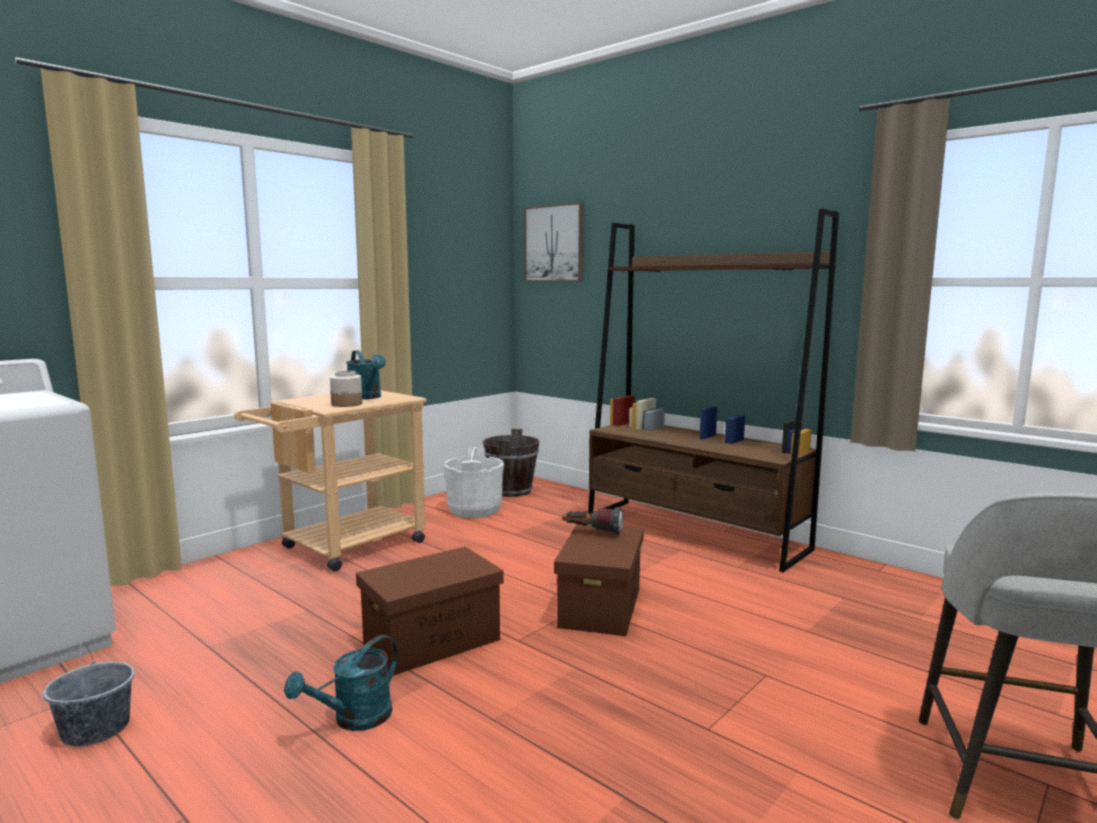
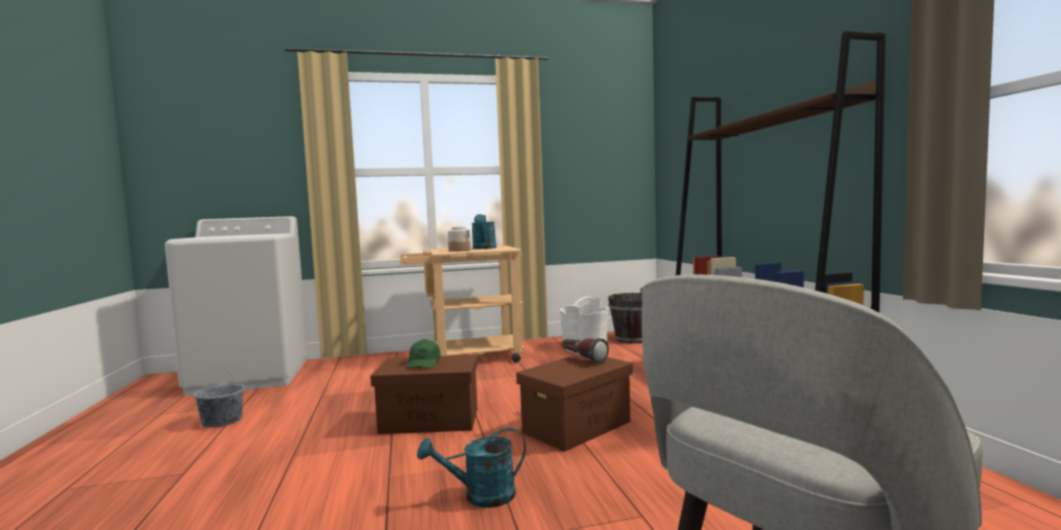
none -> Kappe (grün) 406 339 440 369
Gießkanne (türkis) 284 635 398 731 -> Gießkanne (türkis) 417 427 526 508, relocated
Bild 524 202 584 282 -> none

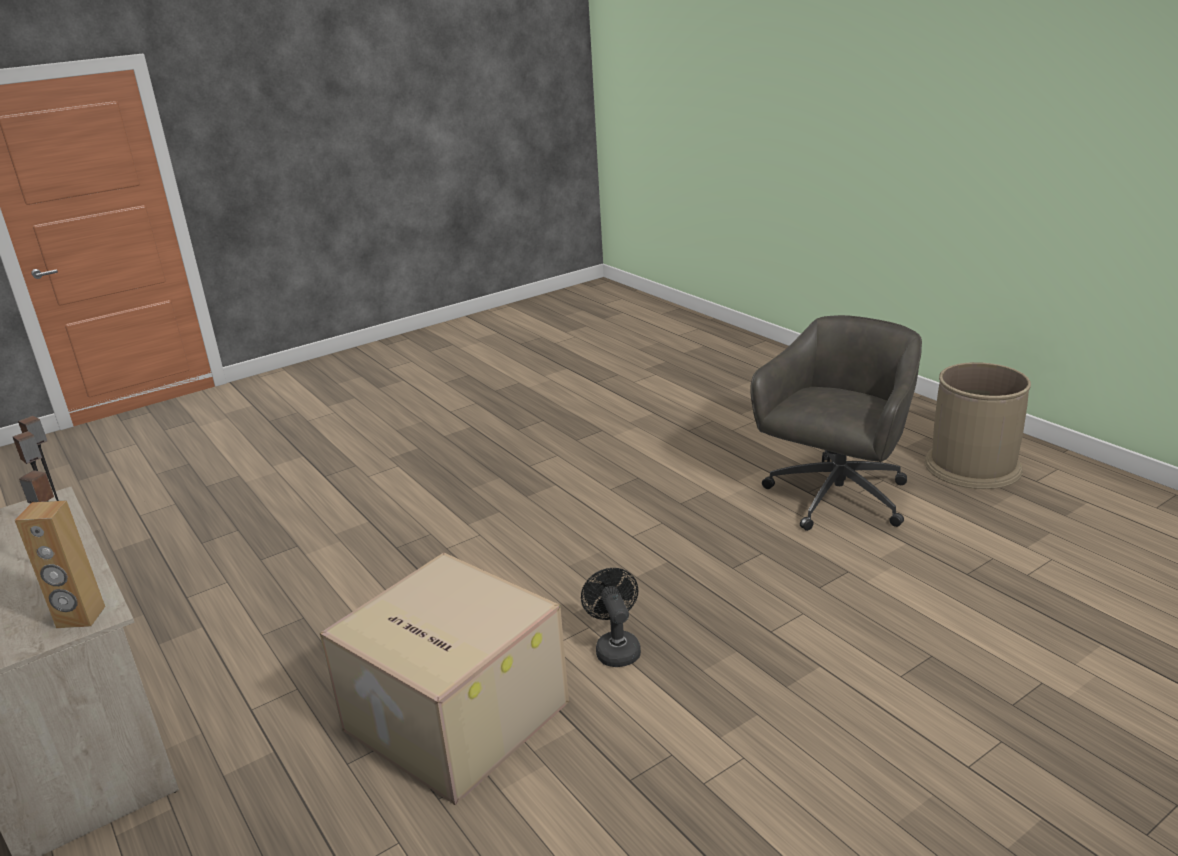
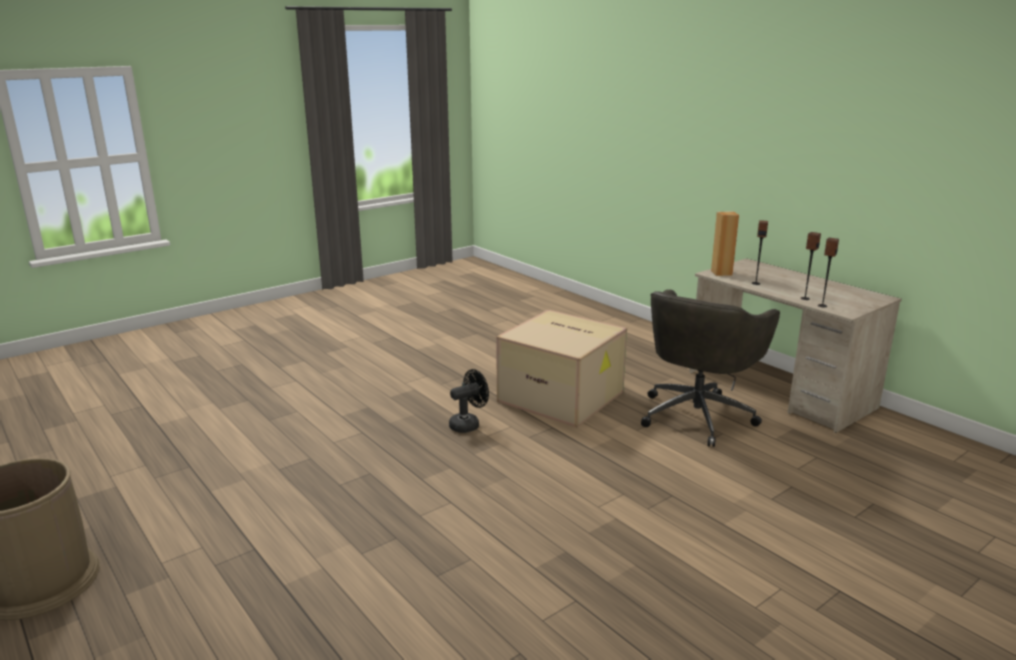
Ventilator (schwarz) 581 568 641 667 -> Ventilator (schwarz) 449 369 489 433, 105 degrees counterclockwise
Bürostuhl (grau) 750 315 922 531 -> Bürostuhl (grau) 641 289 780 447, relocated

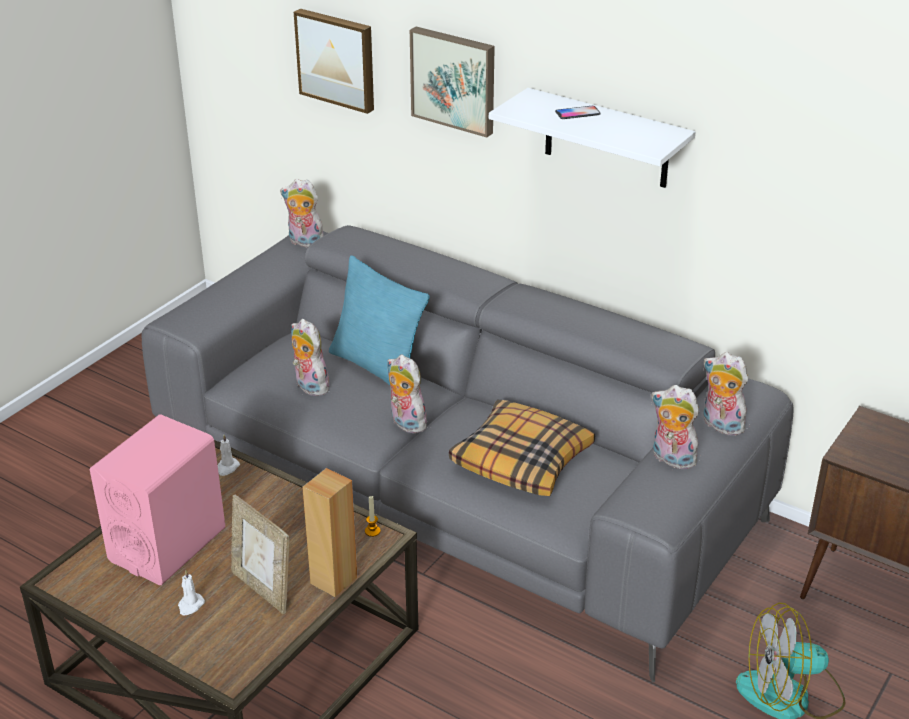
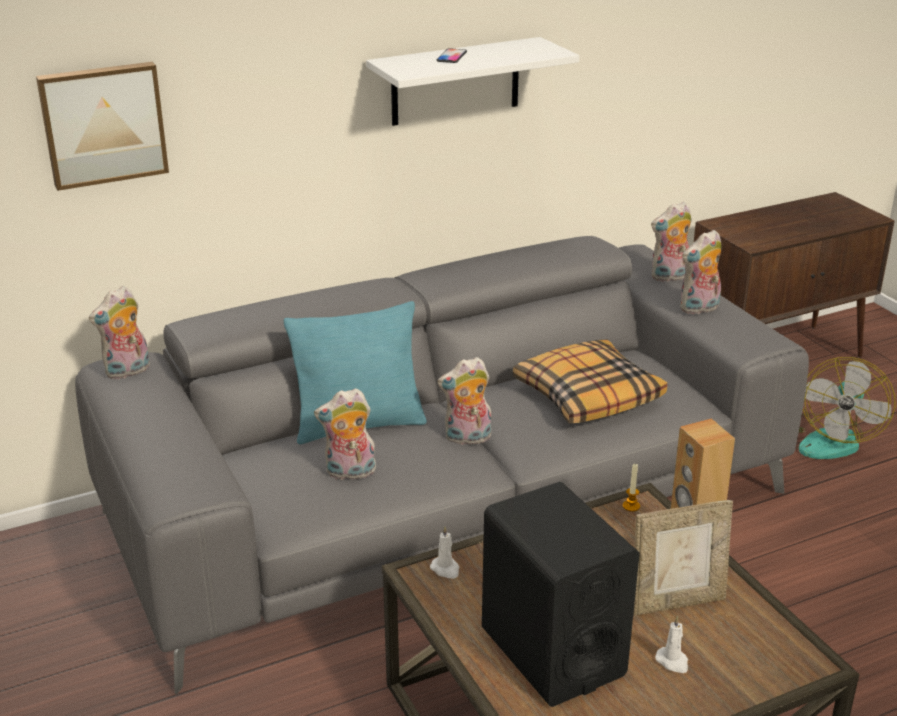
Lautsprecher (rosa) 90 414 226 585 -> Lautsprecher (schwarz) 482 482 640 707
Bild 410 27 495 137 -> none

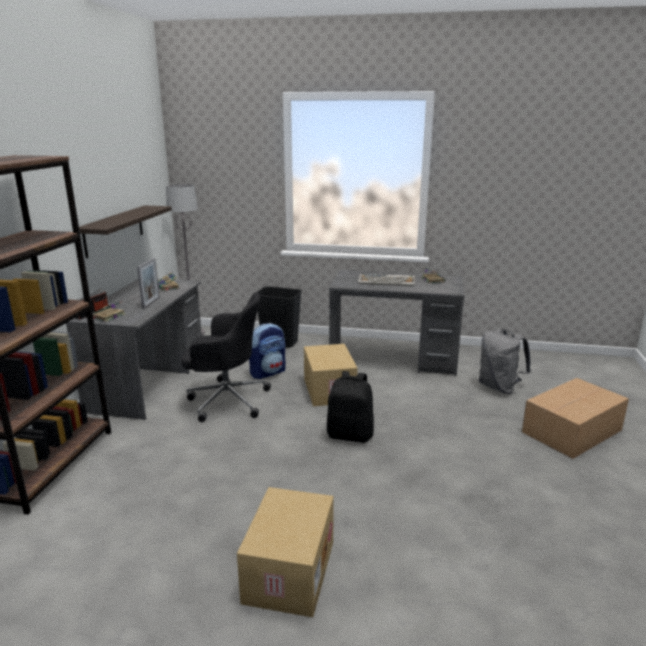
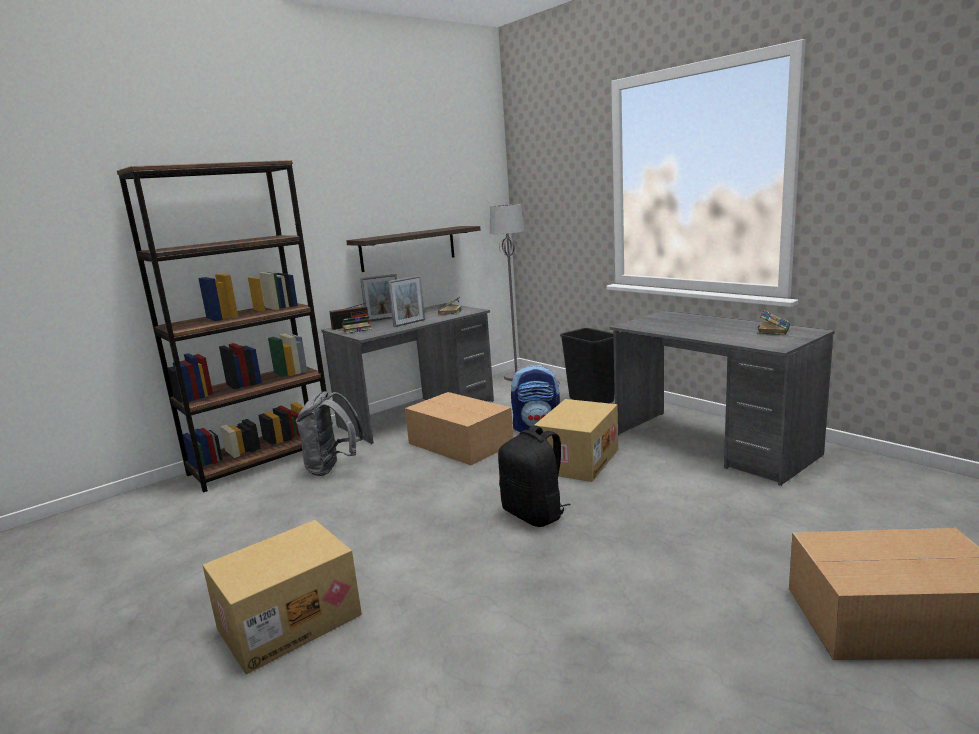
Rucksack (grau) 479 329 531 394 -> Rucksack (grau) 296 391 365 476, relocated
none -> Bilderrahmen 360 274 397 321
Bürostuhl (schwarz) 181 292 271 422 -> Karton 405 392 513 465
Tastatur 358 274 415 287 -> none

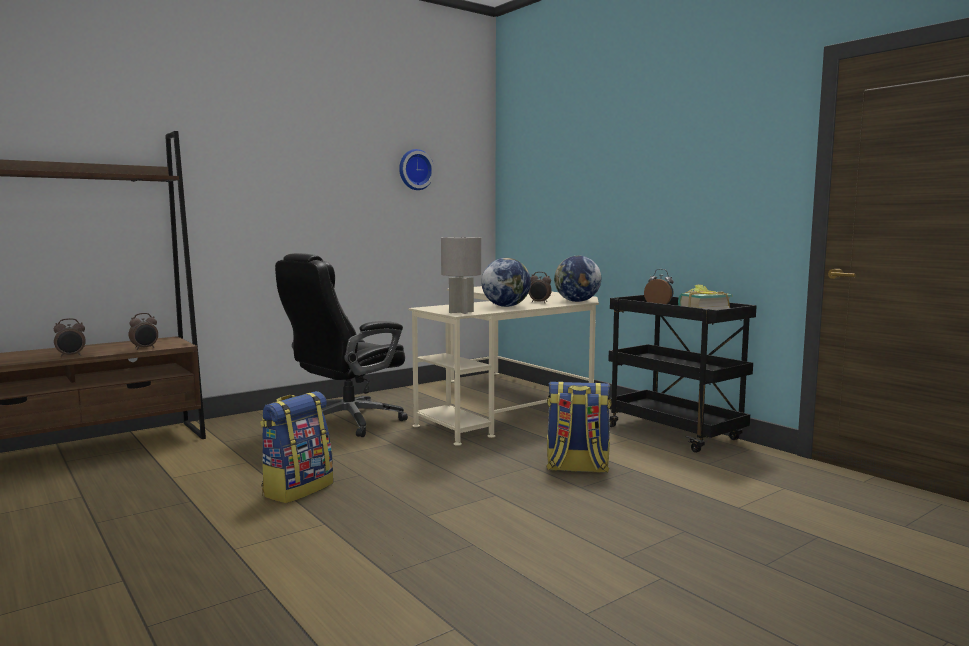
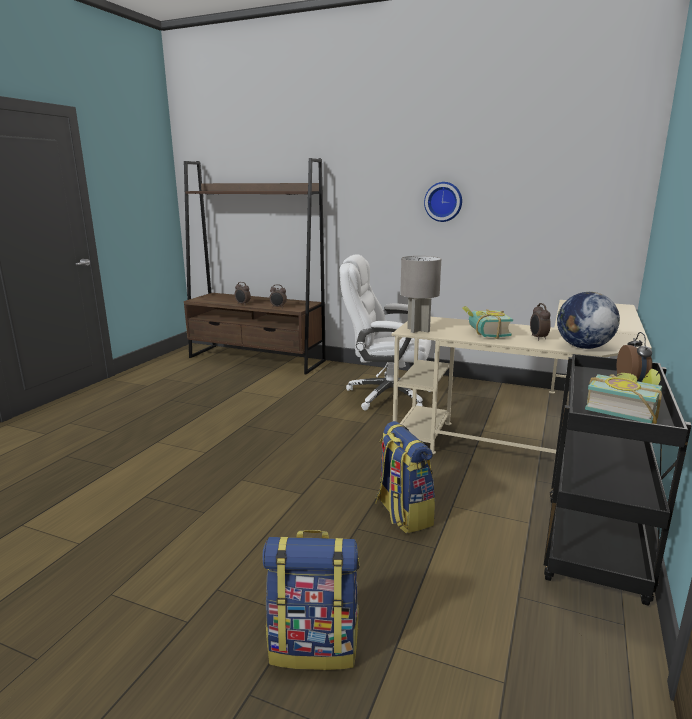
Rucksack 260 391 333 503 -> Rucksack 262 530 359 670, relocated
Bürostuhl (schwarz) 275 253 408 437 -> Bürostuhl (weiß) 340 254 431 410
Wanduhr 399 149 434 190 -> Wanduhr 424 182 462 222, relocated
Globus 481 258 531 307 -> Buch 462 306 513 339

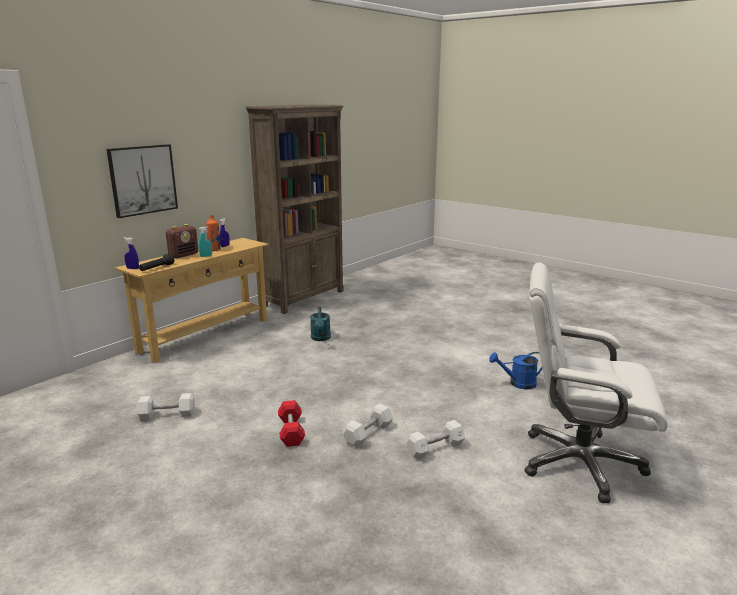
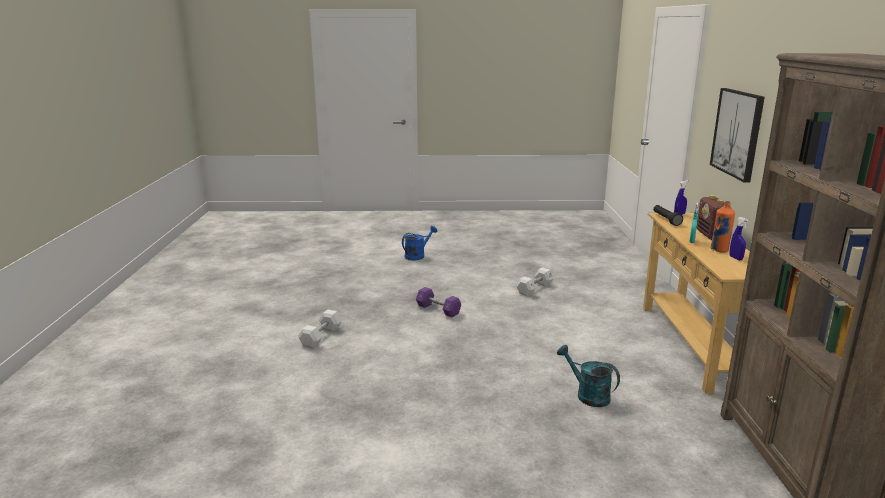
Gießkanne (blau) 489 352 543 389 -> Gießkanne (blau) 402 226 437 260, relocated
Hantel (rot) 278 400 305 447 -> Hantel (lila) 416 287 461 317
Hantel (weiß) 342 403 393 447 -> none
Bürostuhl (weiß) 525 262 668 503 -> none

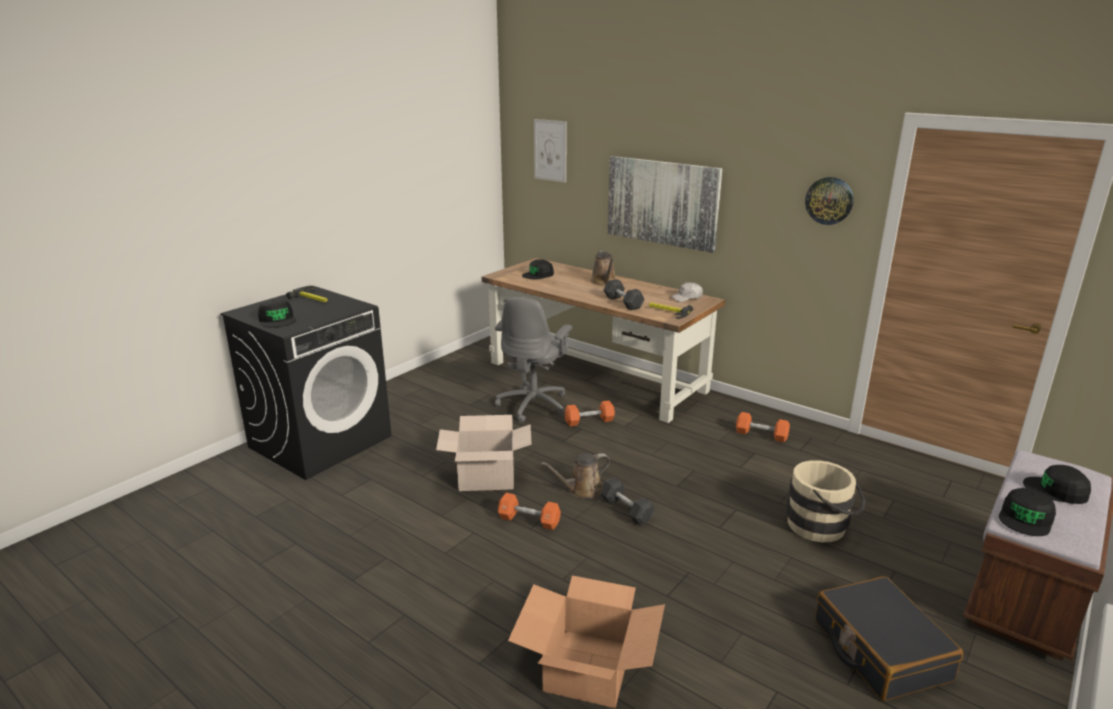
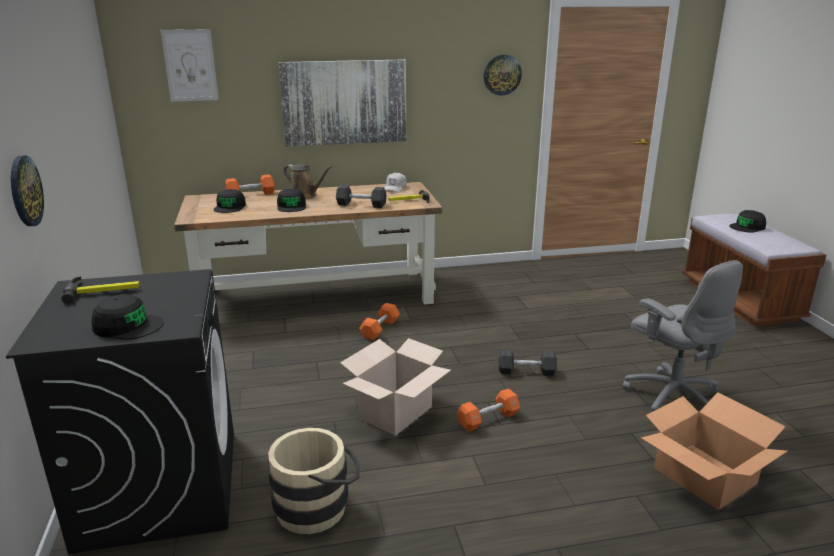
none -> Wanduhr 11 155 44 226
Hantel (orange) 736 412 790 442 -> Hantel (orange) 225 174 275 194, relocated
Eimer (beige) 786 460 866 542 -> Eimer (beige) 268 428 360 534, relocated
Kappe (schwarz) 999 488 1056 536 -> Kappe (schwarz) 277 189 306 212, relocated
Bürostuhl (grau) 495 297 572 423 -> Bürostuhl (grau) 623 260 743 413, relocated
Gießkanne (braun) 541 453 610 498 -> none
Koffer (schwarz) 815 576 963 701 -> none

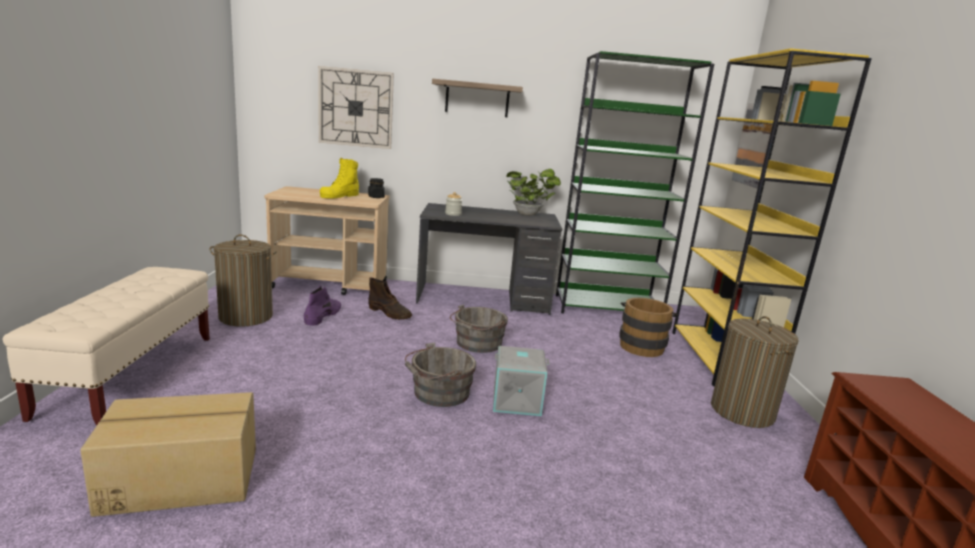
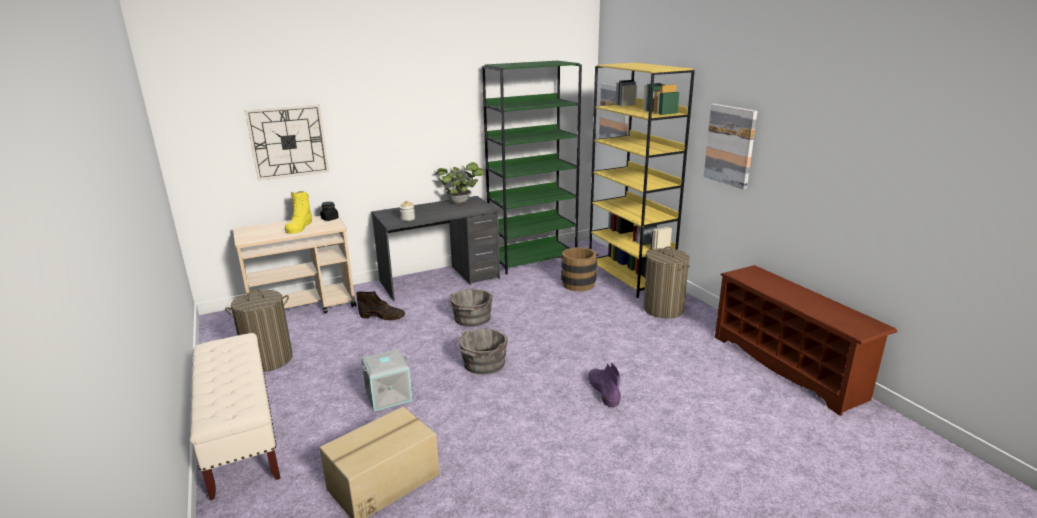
Aufbewahrungsbox (grau) 493 346 550 416 -> Aufbewahrungsbox (grau) 361 349 413 411, relocated
Stiefel (lila) 304 286 341 326 -> Stiefel (lila) 588 363 621 407, relocated
none -> Bild 704 104 757 189
Wandregal 432 79 523 117 -> none

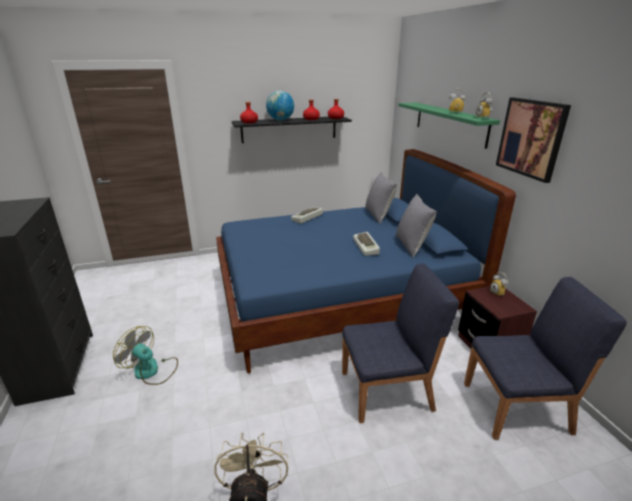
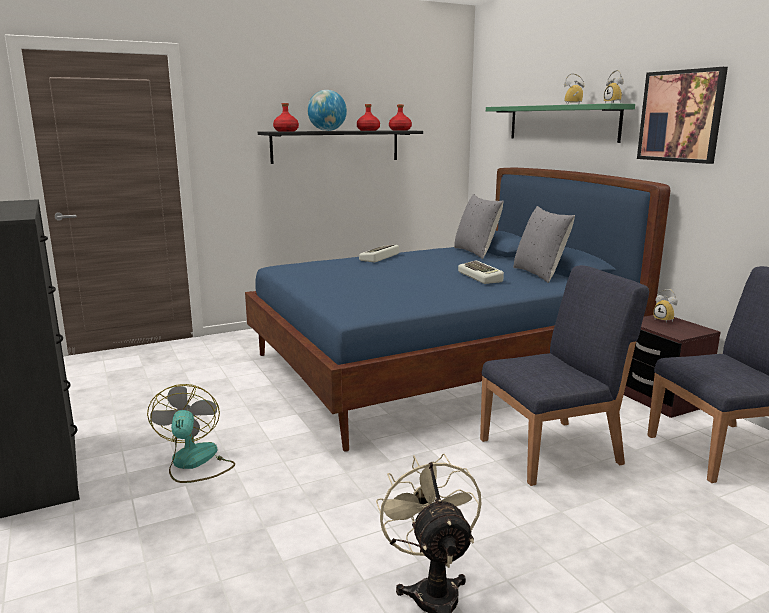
Ventilator 113 326 178 385 -> Ventilator 147 384 235 483, 60 degrees clockwise

